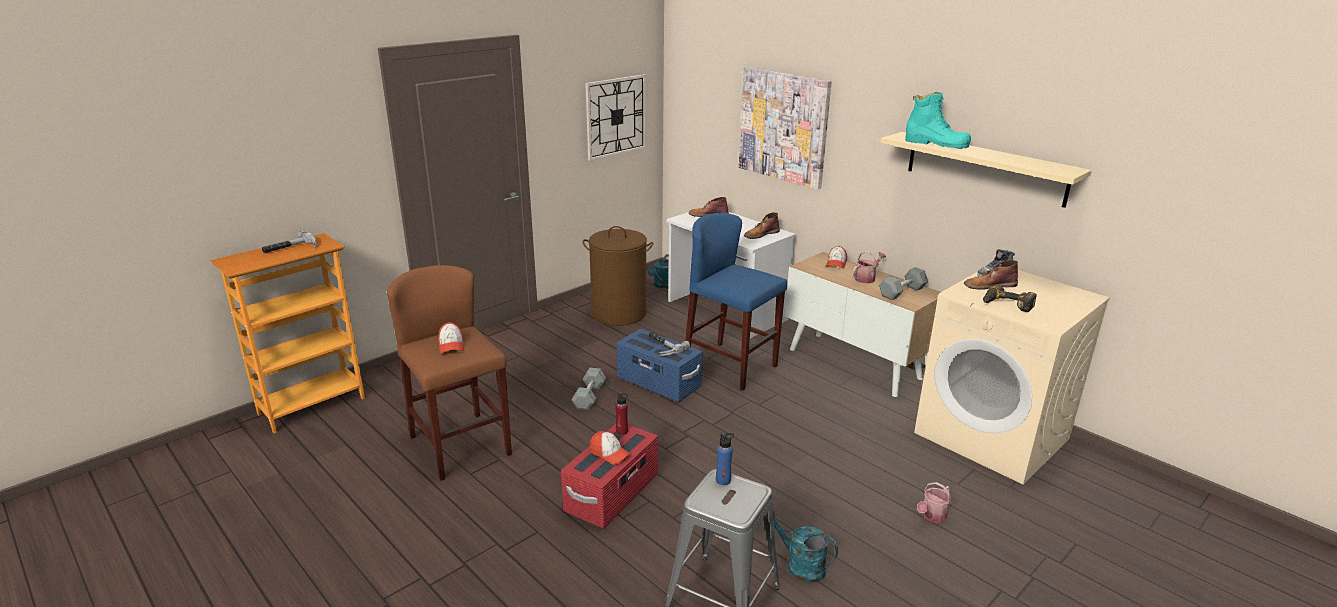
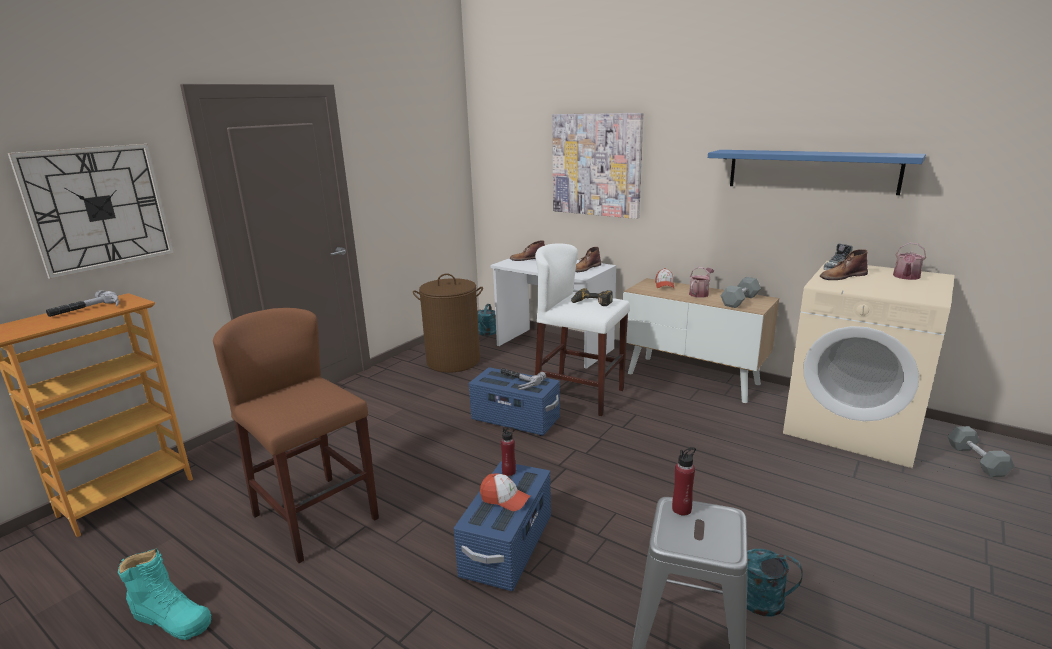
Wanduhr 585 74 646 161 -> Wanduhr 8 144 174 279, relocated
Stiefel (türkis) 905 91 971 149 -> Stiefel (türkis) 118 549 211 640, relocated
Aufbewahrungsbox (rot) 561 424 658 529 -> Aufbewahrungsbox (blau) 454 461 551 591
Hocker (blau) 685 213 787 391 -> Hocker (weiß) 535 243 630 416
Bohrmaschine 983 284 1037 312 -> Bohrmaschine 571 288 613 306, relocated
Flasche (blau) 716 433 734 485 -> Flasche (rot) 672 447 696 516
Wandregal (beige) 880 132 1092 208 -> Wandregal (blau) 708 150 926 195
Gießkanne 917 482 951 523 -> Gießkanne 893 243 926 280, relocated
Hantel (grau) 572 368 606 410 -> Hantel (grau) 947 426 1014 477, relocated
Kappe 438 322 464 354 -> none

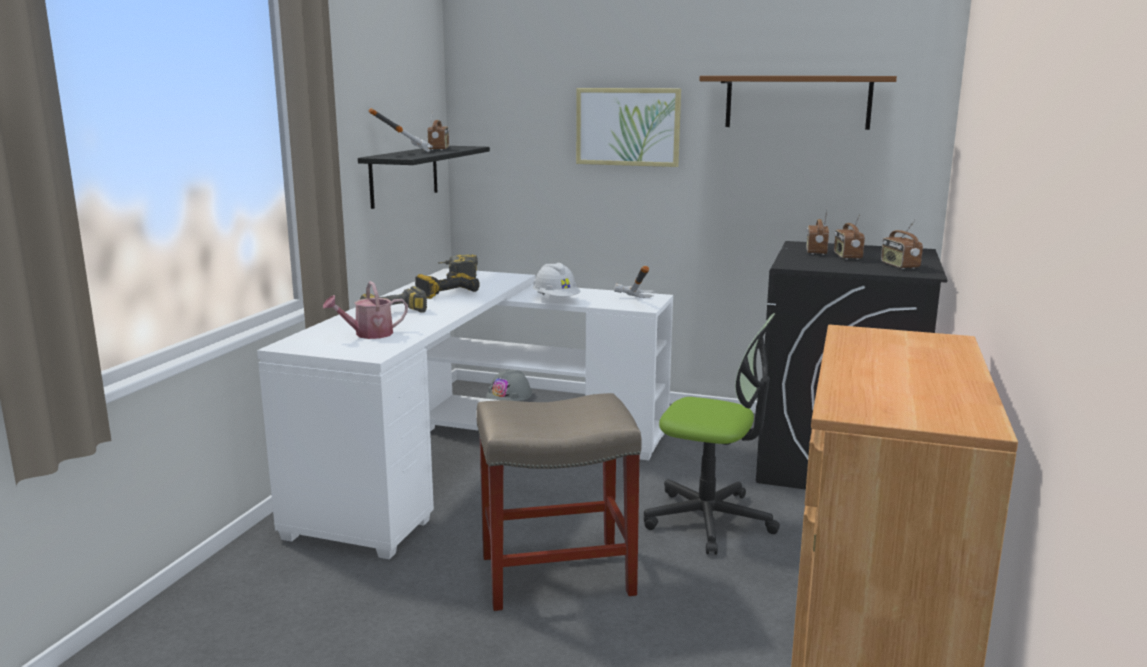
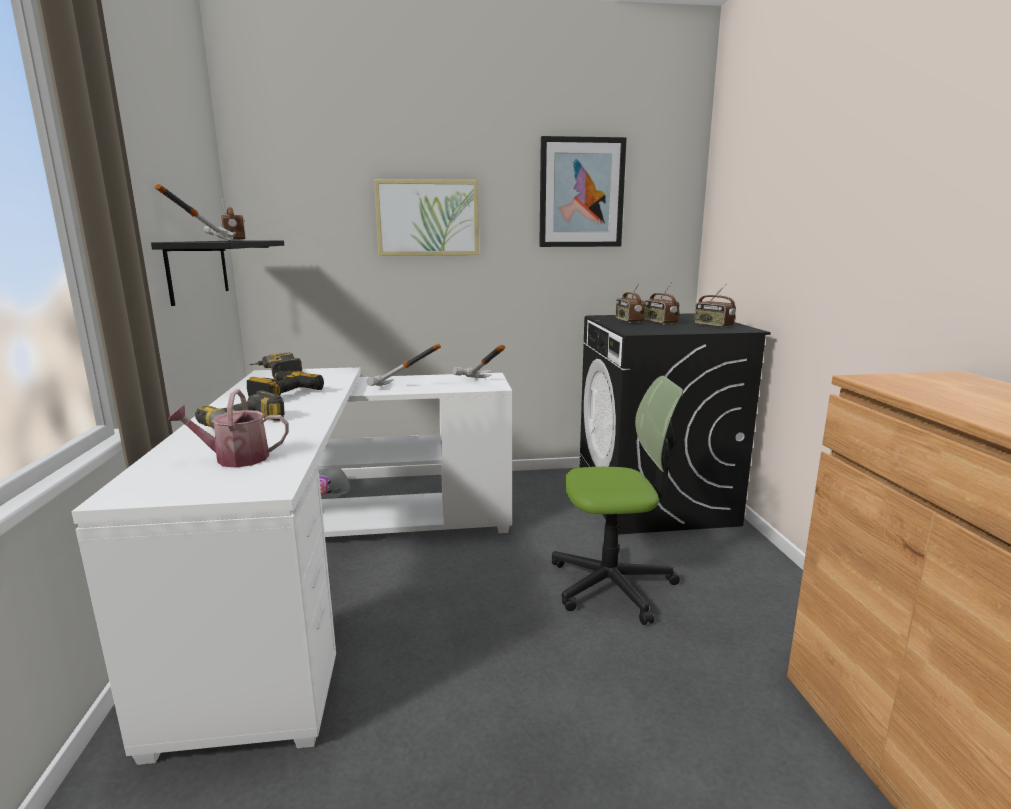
Gießkanne 323 281 408 339 -> Gießkanne 167 389 289 468, 45 degrees clockwise
Schutzhelm (weiß) 533 263 581 296 -> Hammer 366 343 441 386
Wandregal (braun) 699 76 897 130 -> Bild 539 136 627 247
Hocker (beige) 476 393 642 611 -> none

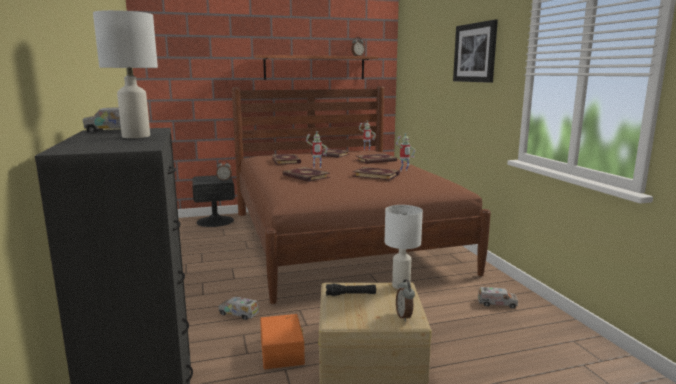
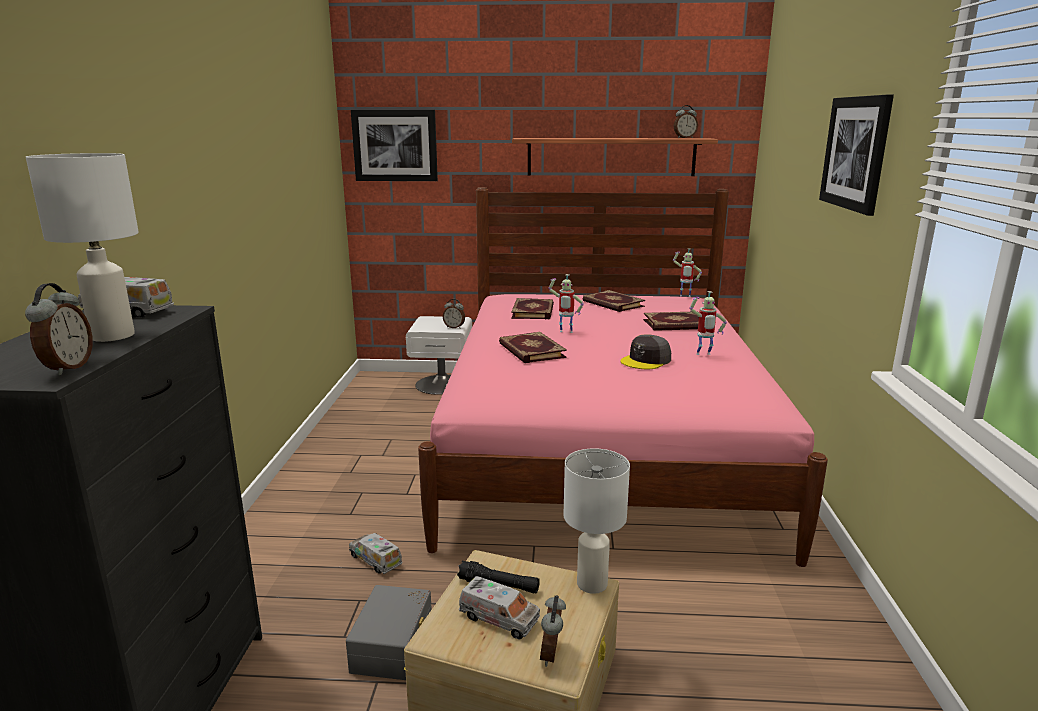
none -> Wecker 25 283 93 375
Aufbewahrungsbox (orange) 260 314 305 369 -> Aufbewahrungsbox (grau) 346 585 432 680
none -> Bild 351 110 438 181
Nachttisch (schwarz) 192 175 235 227 -> Nachttisch (weiß) 406 316 472 395
Bett (braun) 232 86 491 304 -> Bett (rosa) 418 187 828 567
Spielzeuglaster 478 287 518 308 -> Spielzeuglaster 459 576 540 639, relocated
Buch 352 167 400 180 -> Kappe (grau) 621 334 671 369

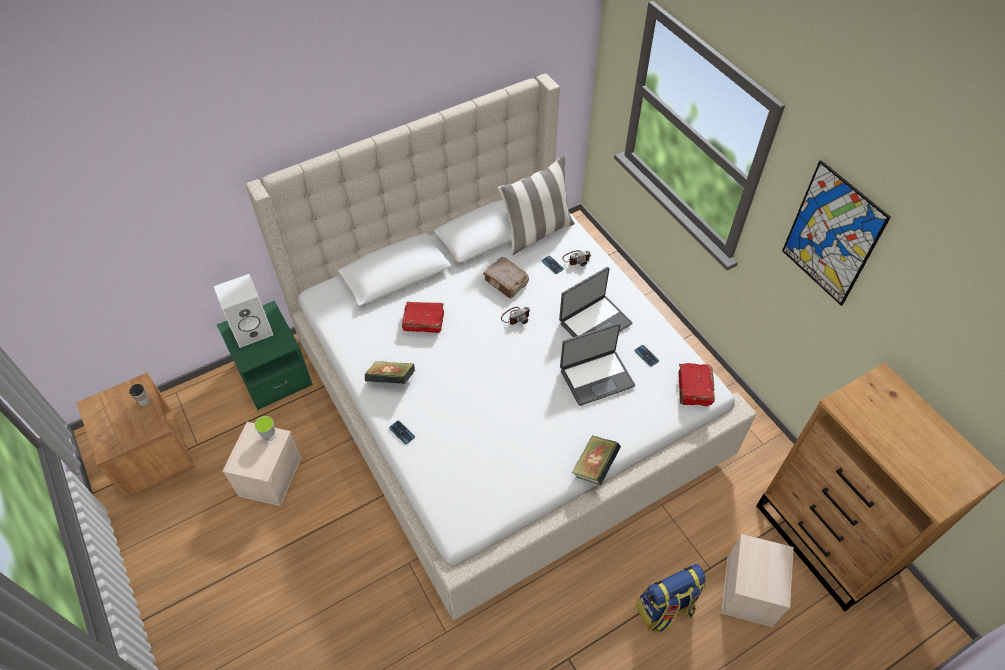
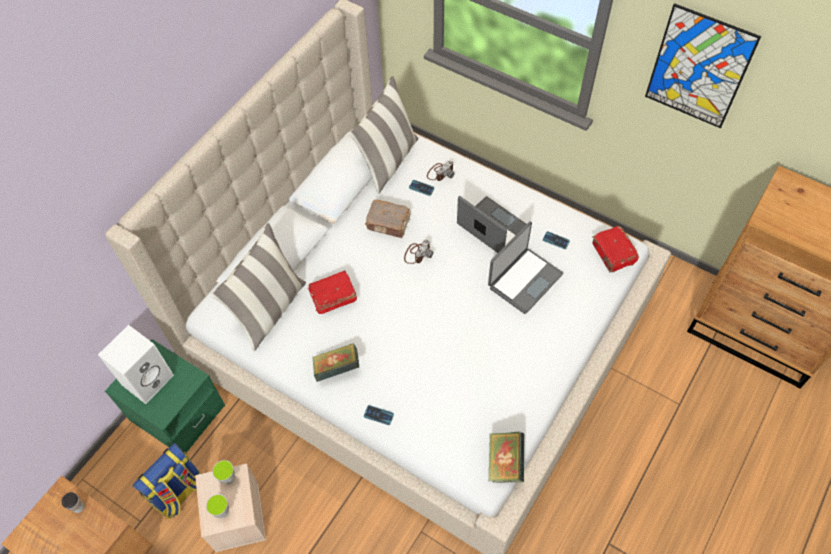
Rucksack 636 564 706 633 -> Rucksack 133 443 201 519, relocated
none -> Tasse 206 494 229 518
none -> Kissen 211 223 306 351
Laptop 559 267 632 337 -> Laptop 457 196 526 253, 75 degrees counterclockwise
Buch 572 435 621 485 -> Buch 489 432 524 483, relocated
Aufbewahrungsbox (beige) 721 534 794 627 -> none

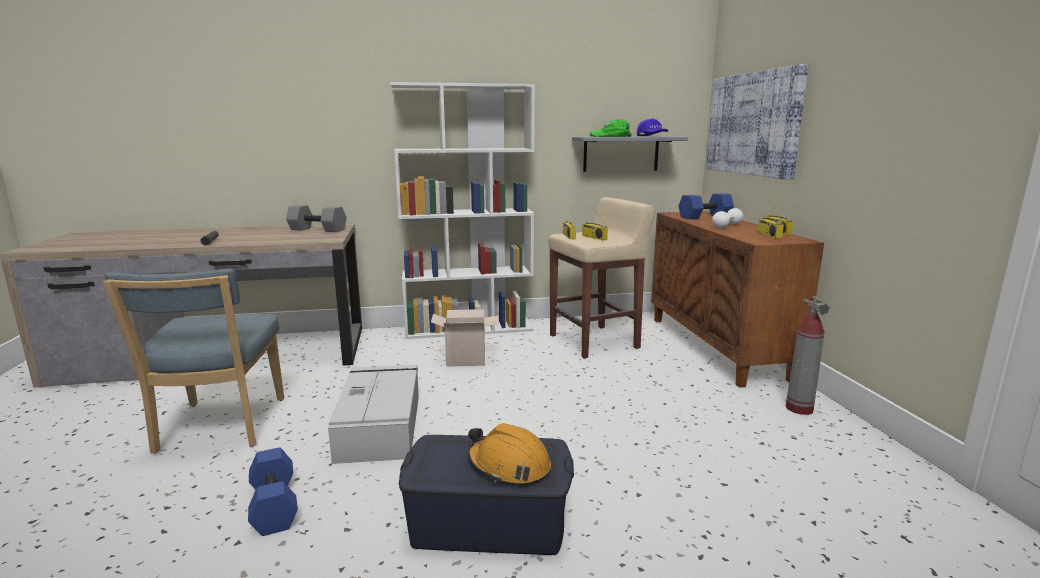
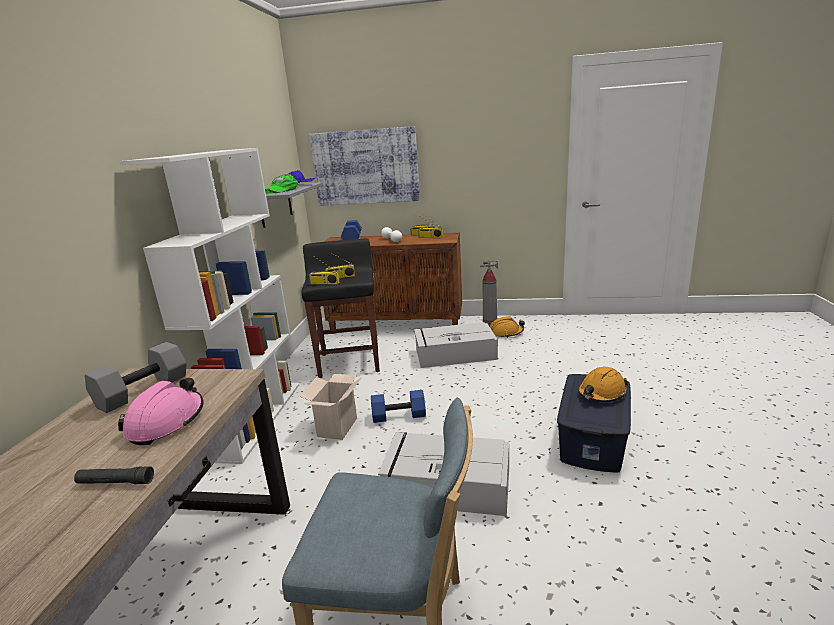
none -> Schutzhelm (rosa) 118 378 204 445
Hocker (beige) 549 197 656 359 -> Hocker (schwarz) 302 239 380 378
Hantel (blau) 248 447 298 536 -> Hantel (blau) 371 390 426 423, relocated
none -> Aufbewahrungsbox (grau) 414 322 498 368
none -> Schutzhelm (orange) 490 316 525 338

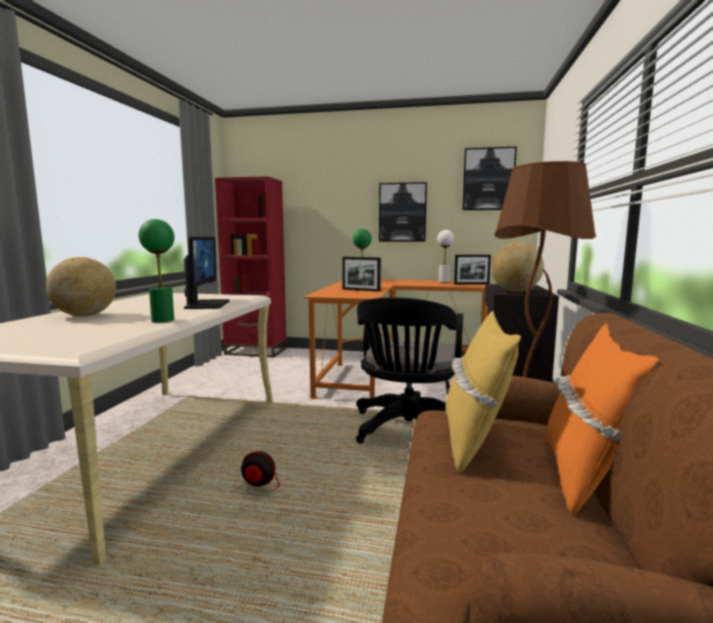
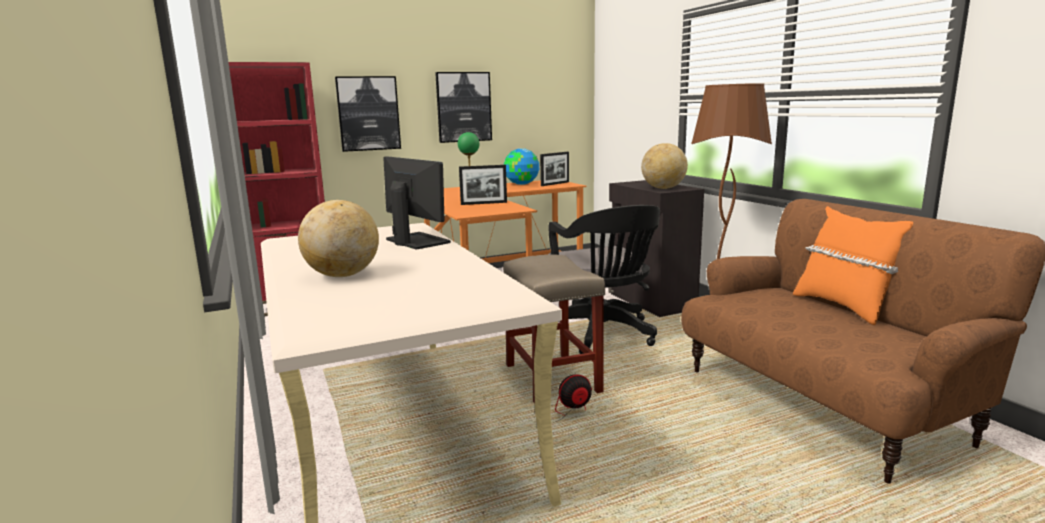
Bild 463 147 517 210 -> Bild 335 76 401 152, relocated
none -> Hocker (beige) 503 254 605 404
Tischlampe (weiß) 437 230 454 282 -> Globus 504 148 539 185
Tischlampe (grün) 139 219 174 322 -> none
Kissen (gelb) 445 311 521 474 -> none

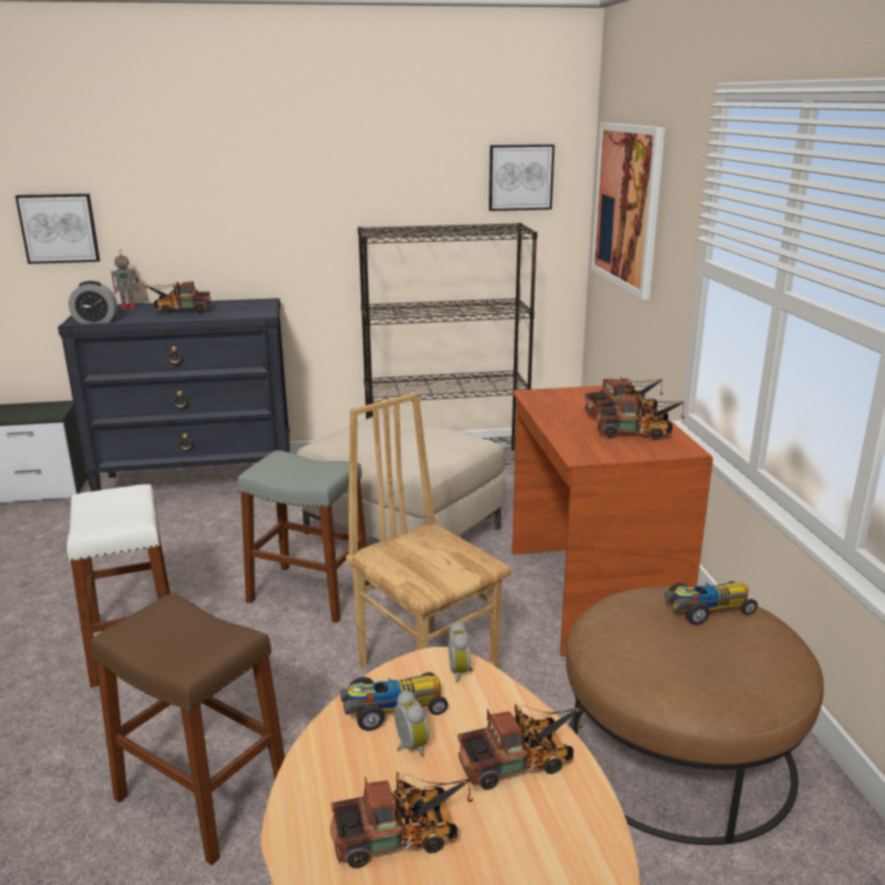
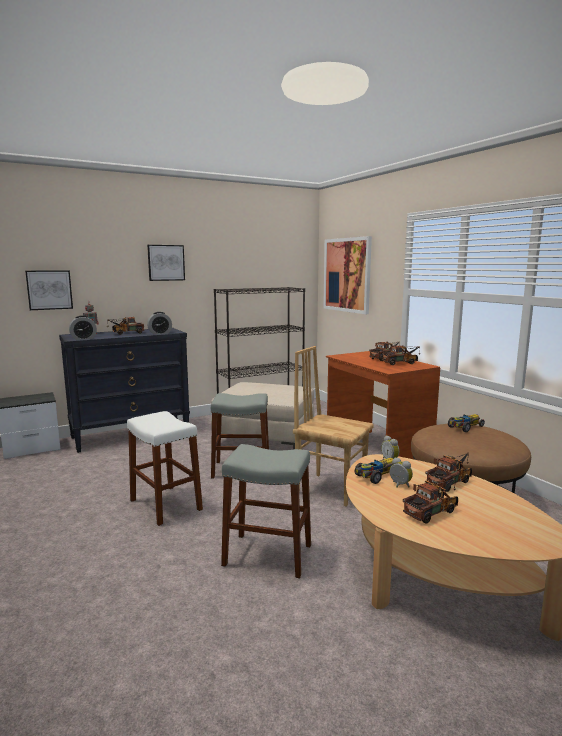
Bild 489 144 555 211 -> Bild 147 245 185 281, relocated
none -> Wecker 147 312 172 334
Hocker (braun) 91 592 285 865 -> Hocker (grau) 221 444 311 578

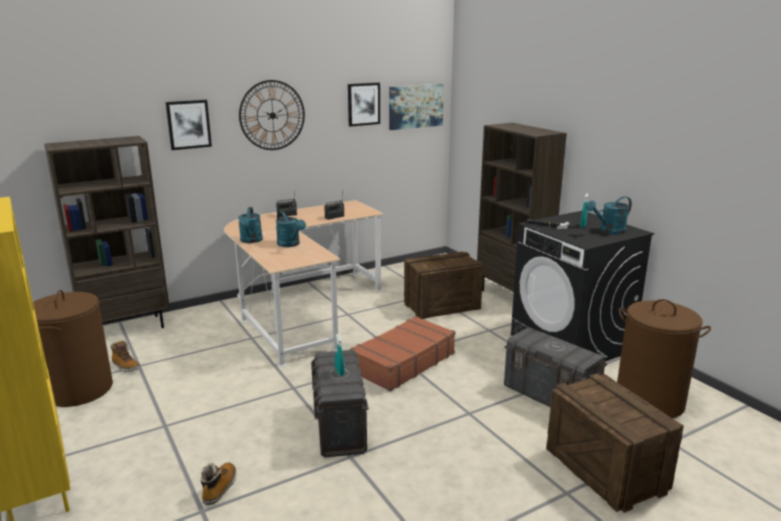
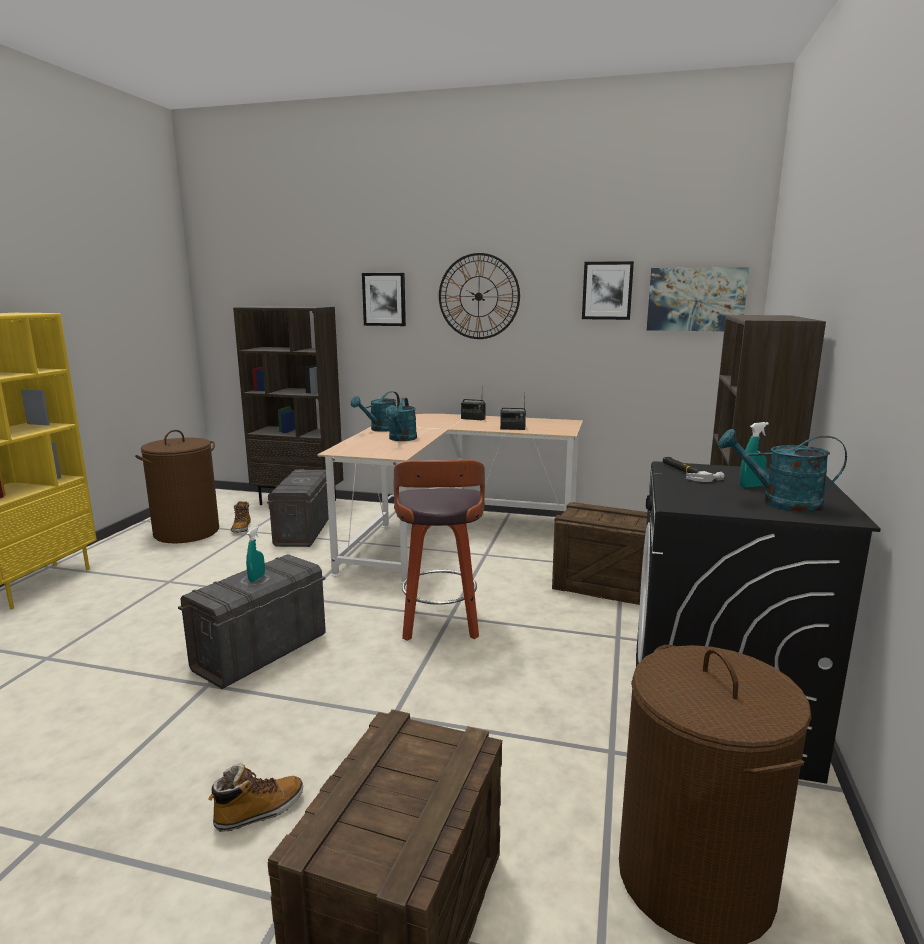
Stiefel 201 463 236 505 -> Stiefel 208 763 303 832, relocated
Aufbewahrungsbox (grau) 504 327 607 407 -> Aufbewahrungsbox (grau) 267 470 329 547, relocated
Koffer (braun) 350 316 455 392 -> Hocker 393 460 485 641

